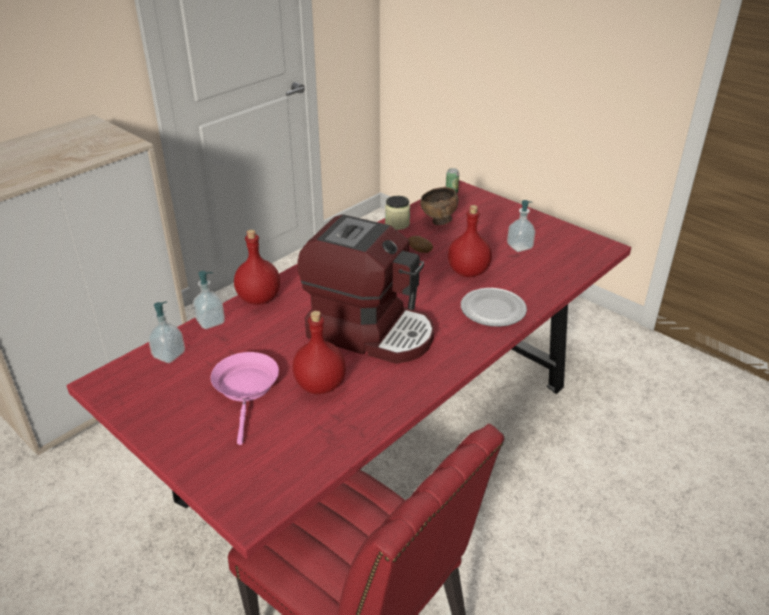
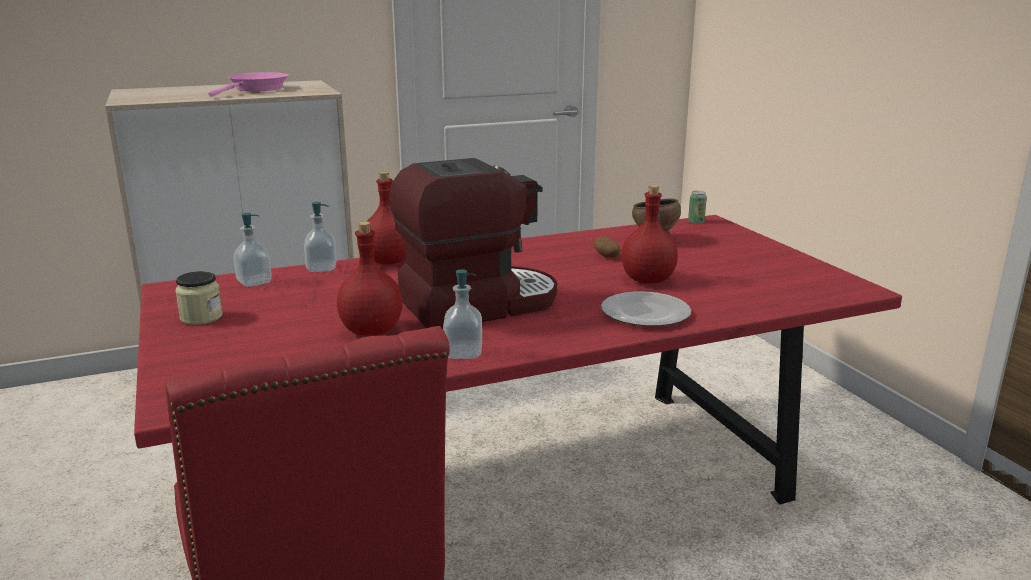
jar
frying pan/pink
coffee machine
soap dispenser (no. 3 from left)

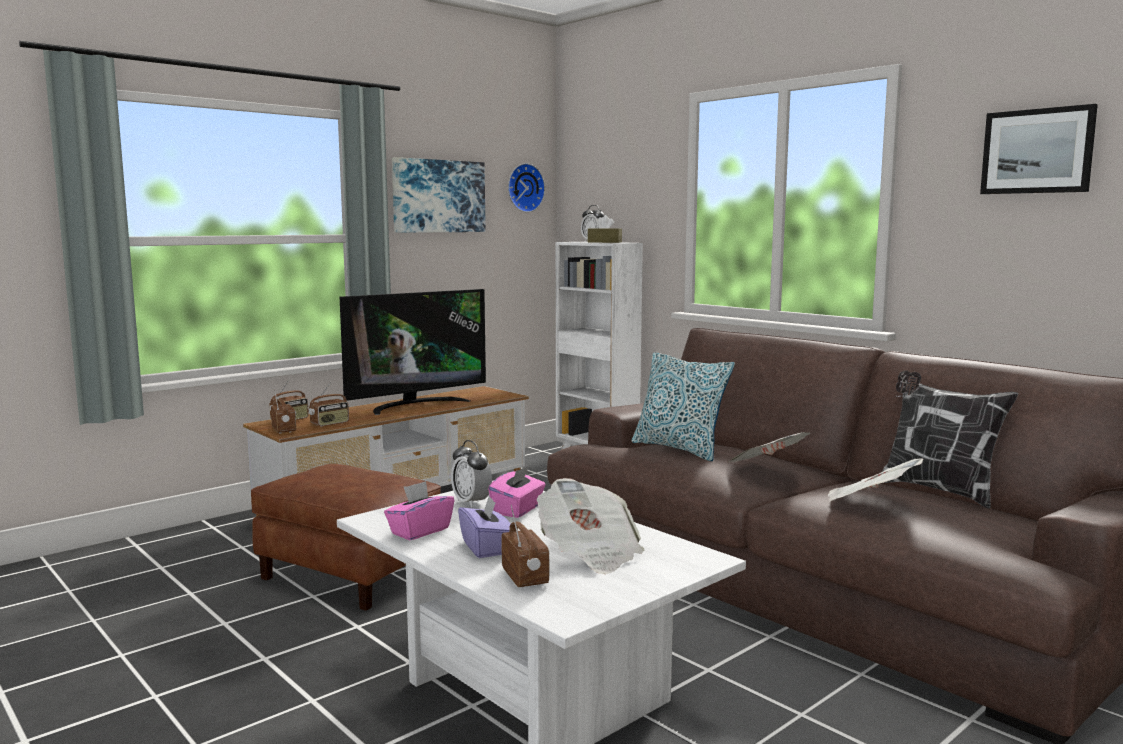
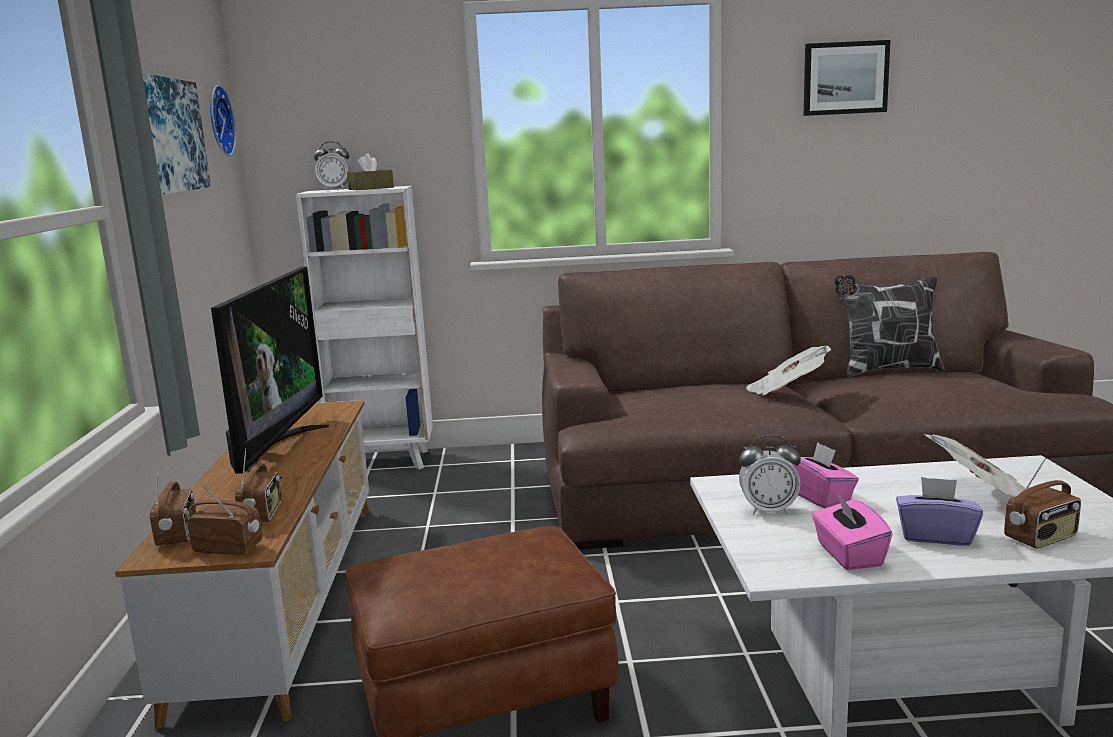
radio (no. 4 from left)
pillow (no. 1 from left in the first image)
newspaper (no. 3 from left in the first image)

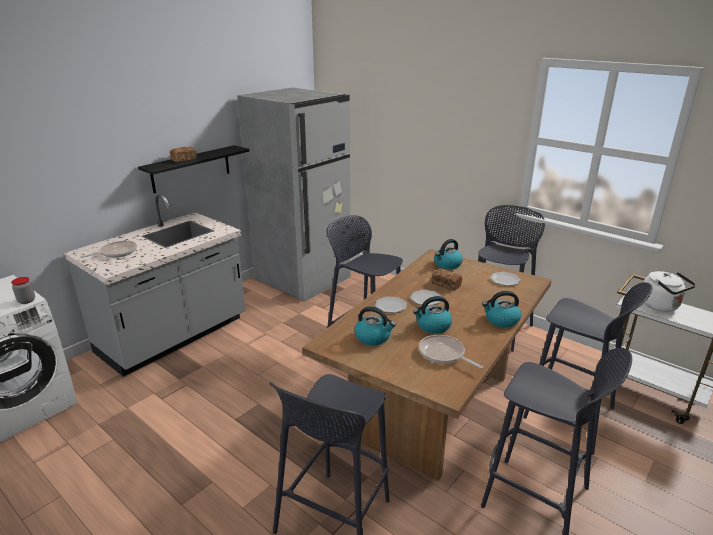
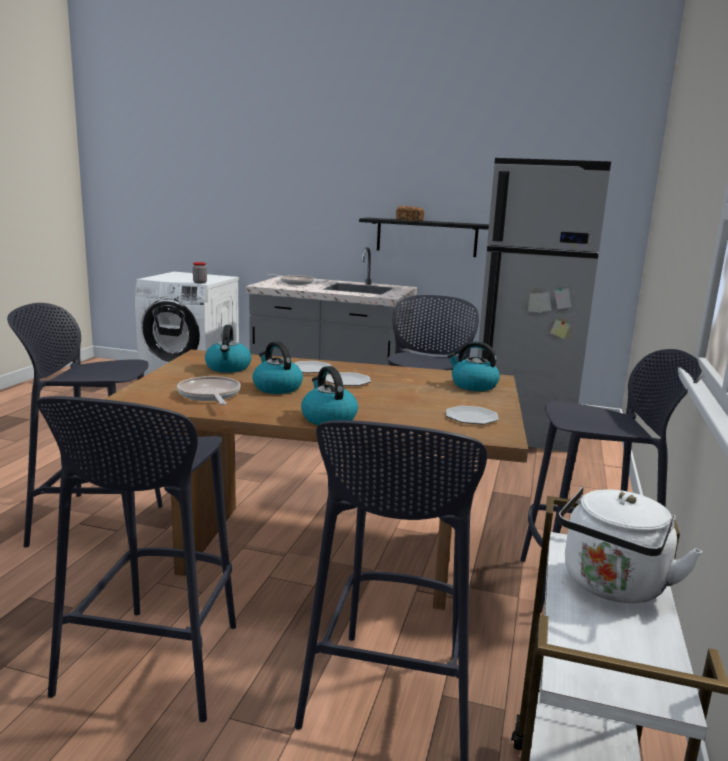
frying pan (no. 1 from left)
bread (no. 2 from left in the first image)

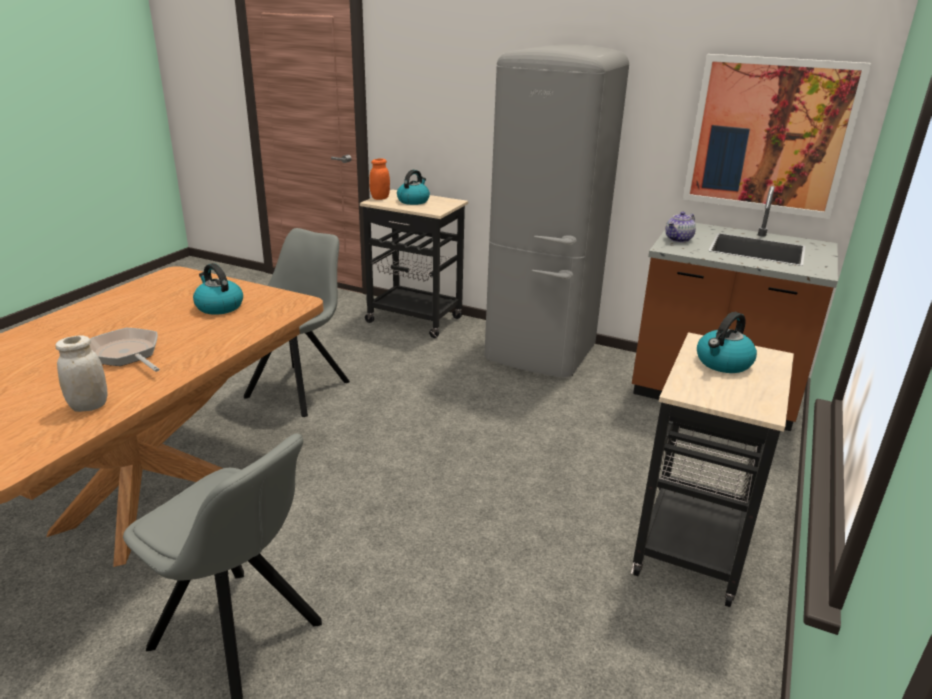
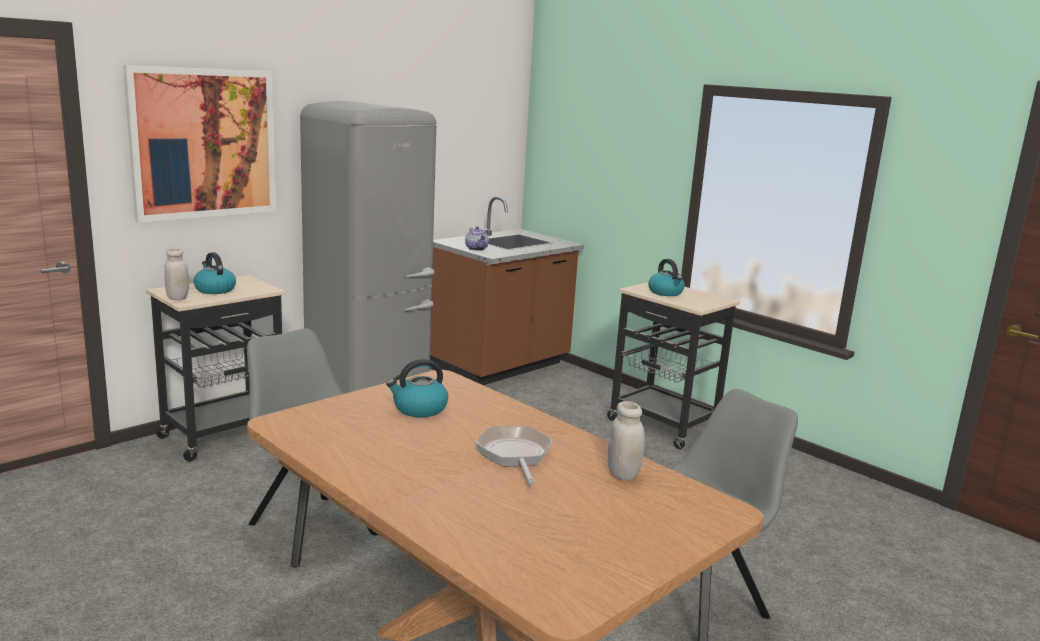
picture
jar/white (no. 1 from left)
frying pan

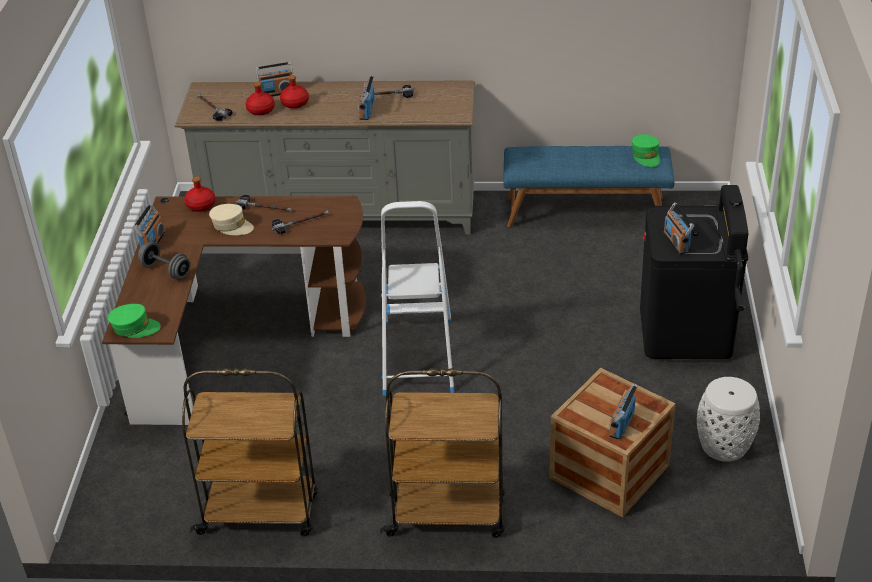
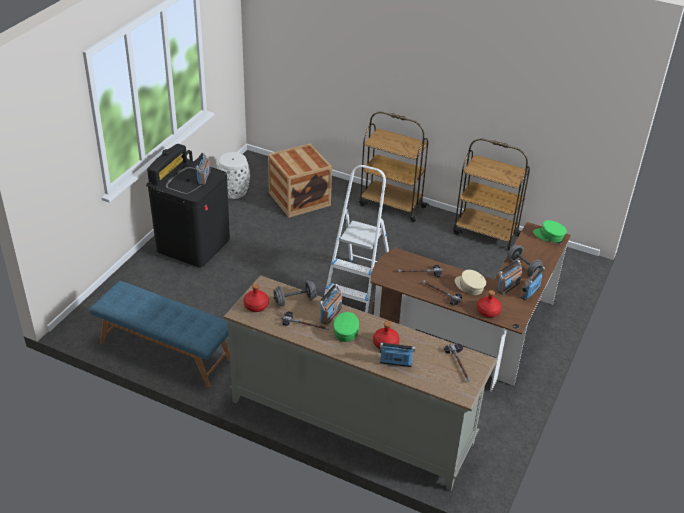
bottle/red (no. 1 from left)
dumbbell/grey (no. 1 from left)
cap/green (no. 1 from left)
radio (no. 4 from left)

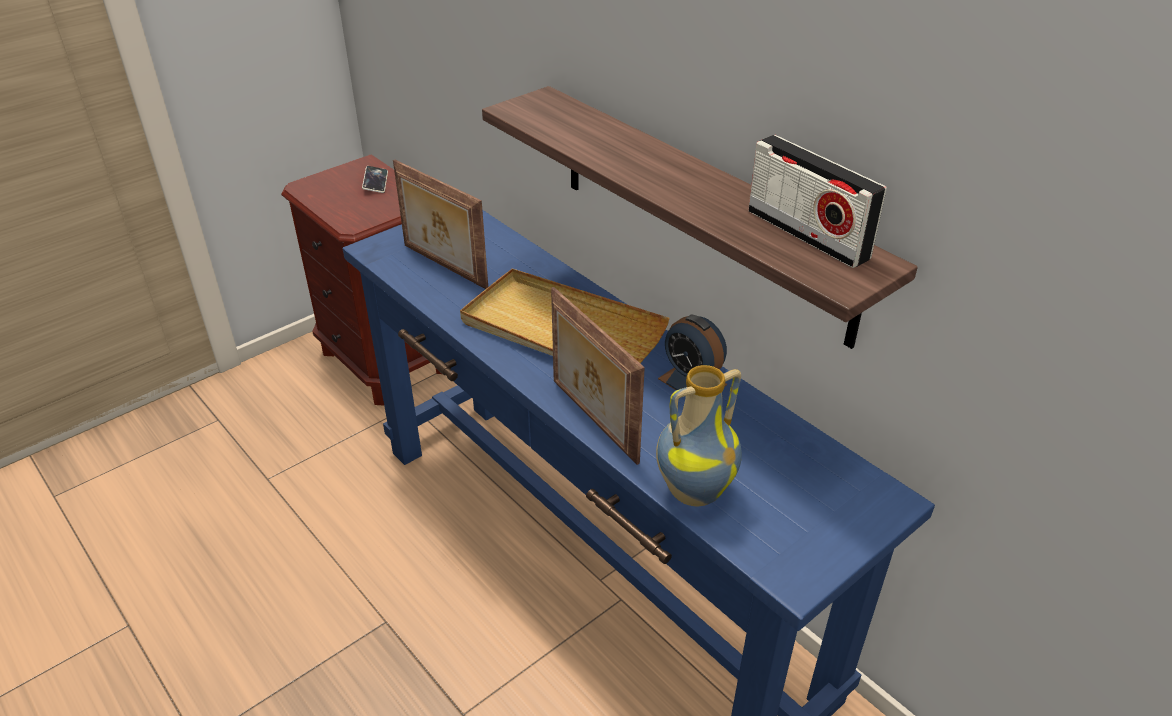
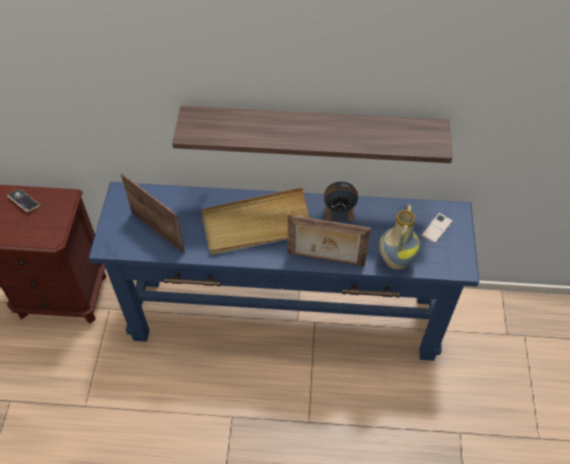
picture frame (no. 1 from left)
phone (no. 2 from left)
radio

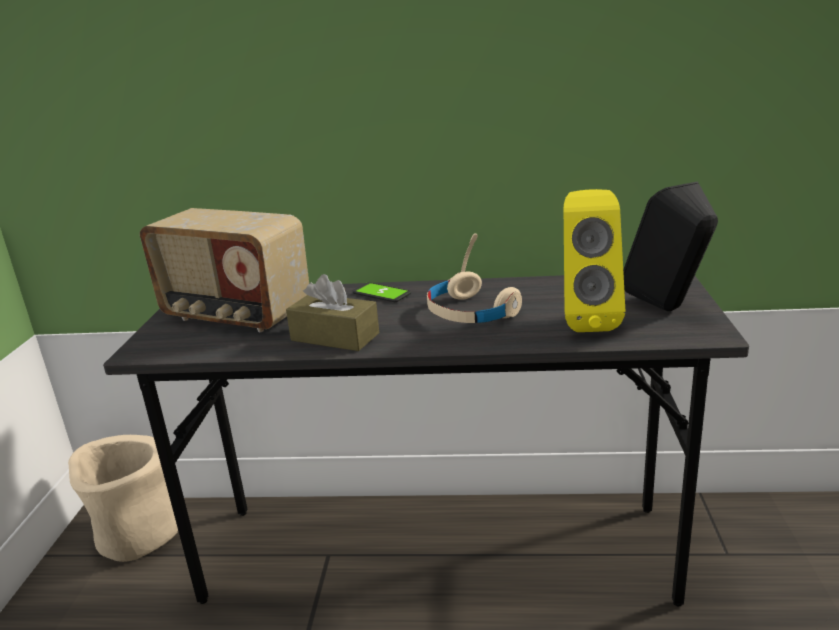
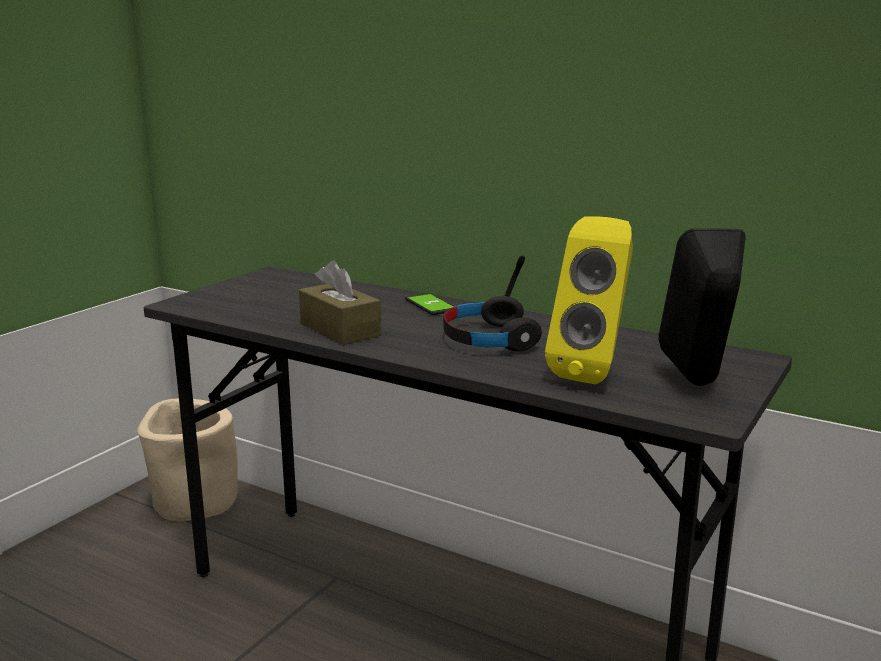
headphones/black
radio

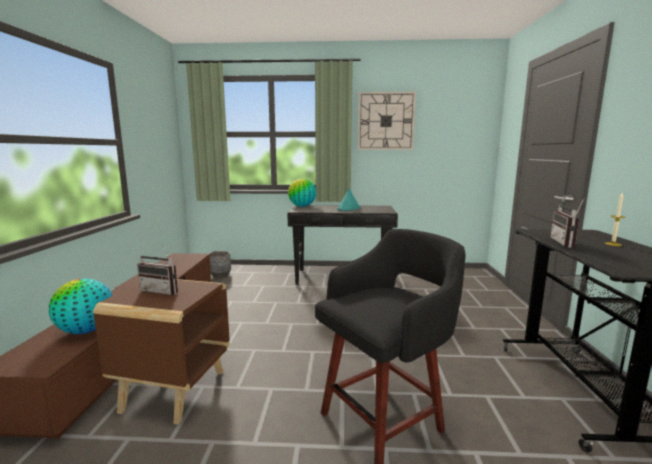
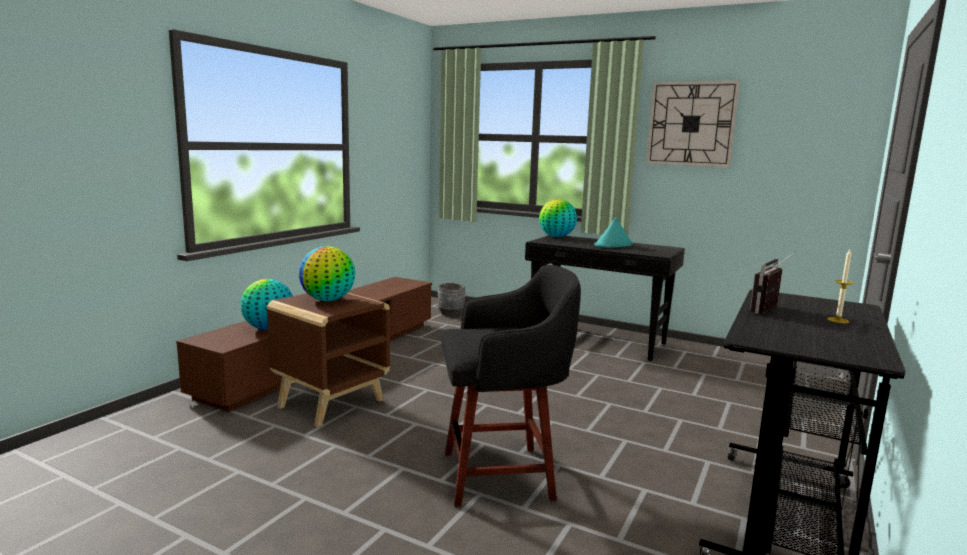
globe (no. 2 from left)

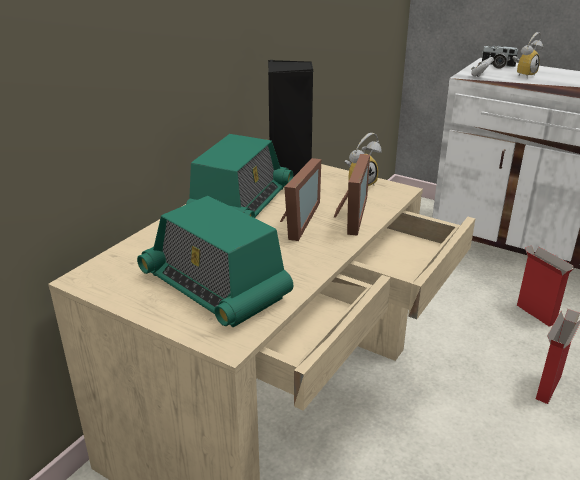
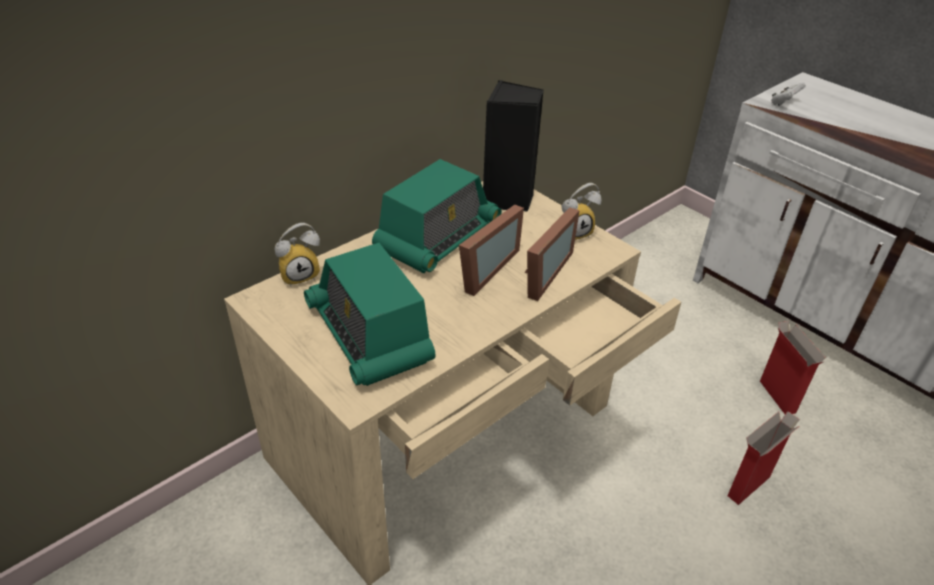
alarm clock (no. 1 from left)
photo camera

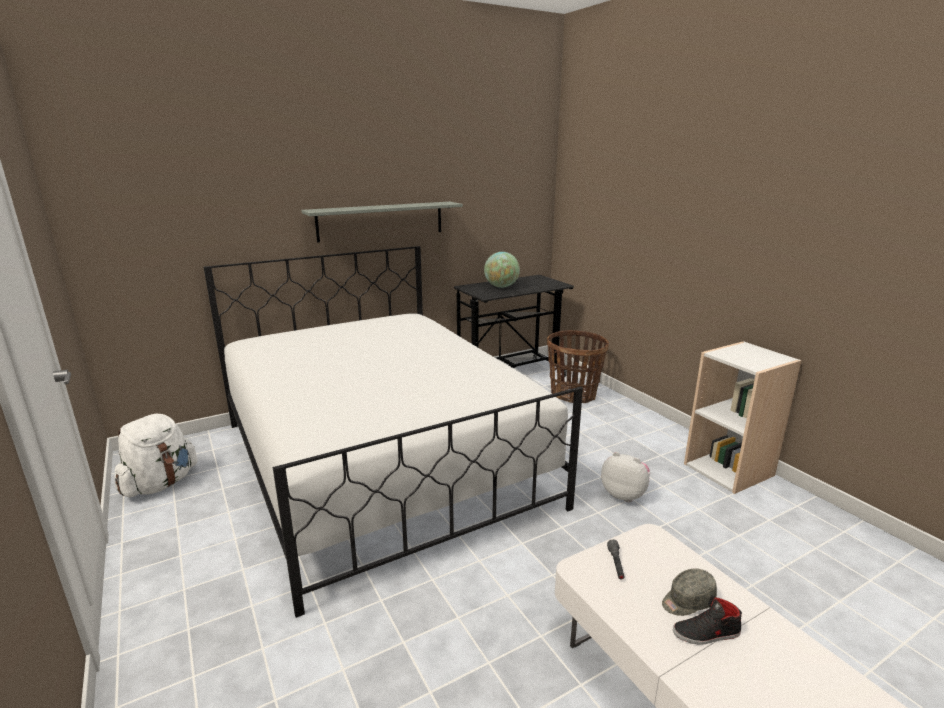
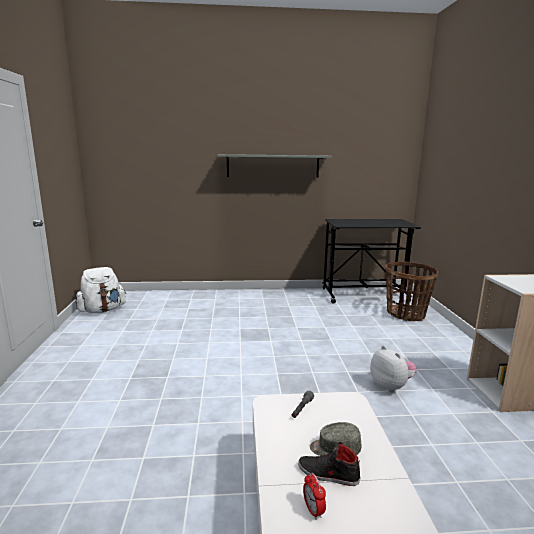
alarm clock
bed/white
globe

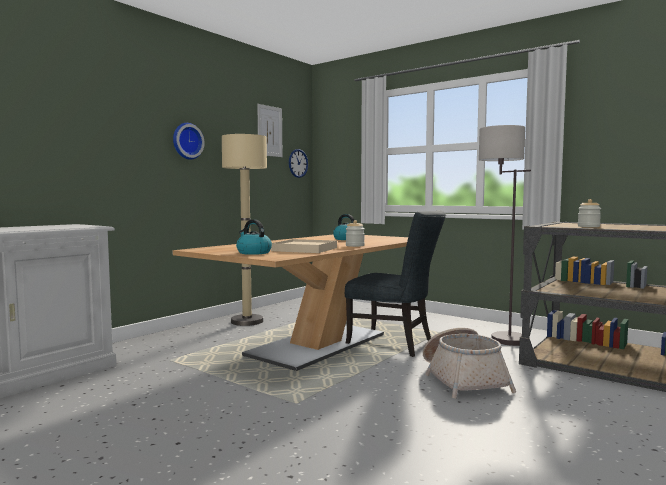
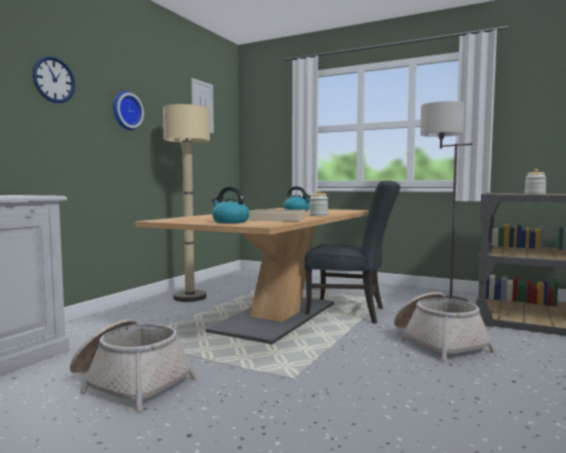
wall clock (no. 1 from left)
basket (no. 1 from left)

